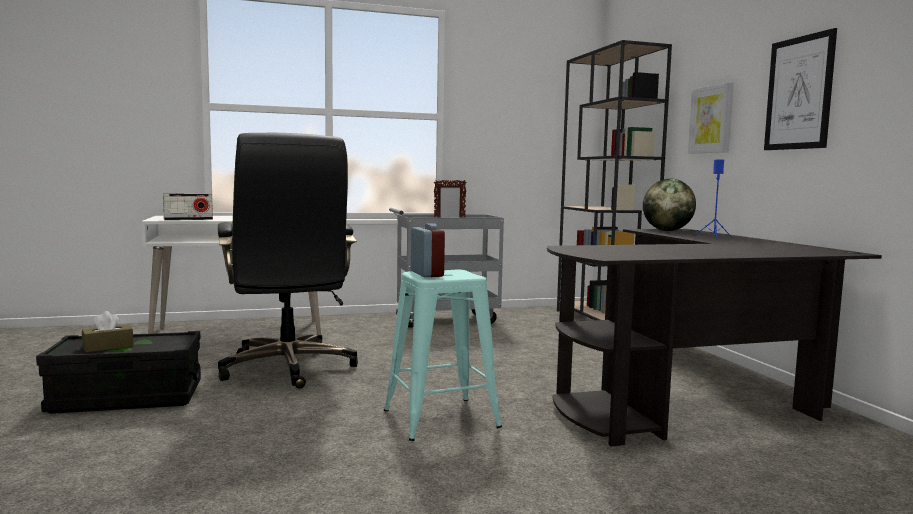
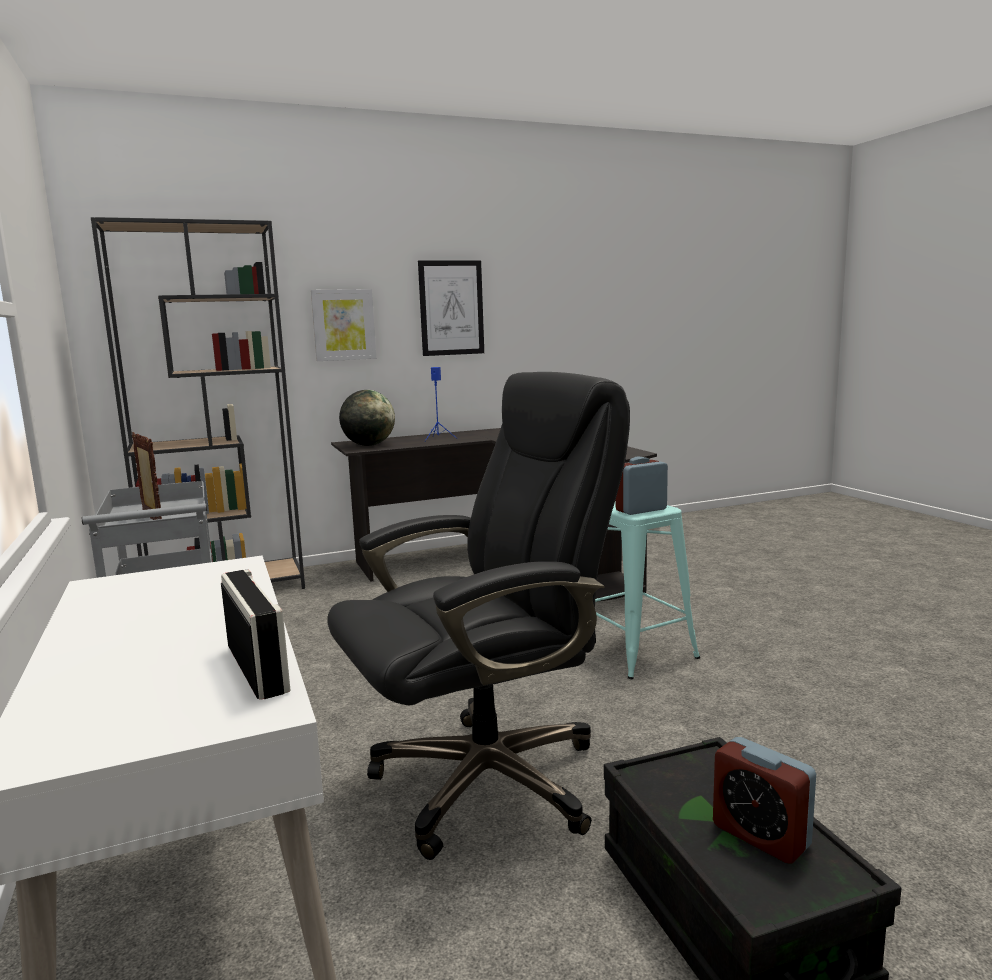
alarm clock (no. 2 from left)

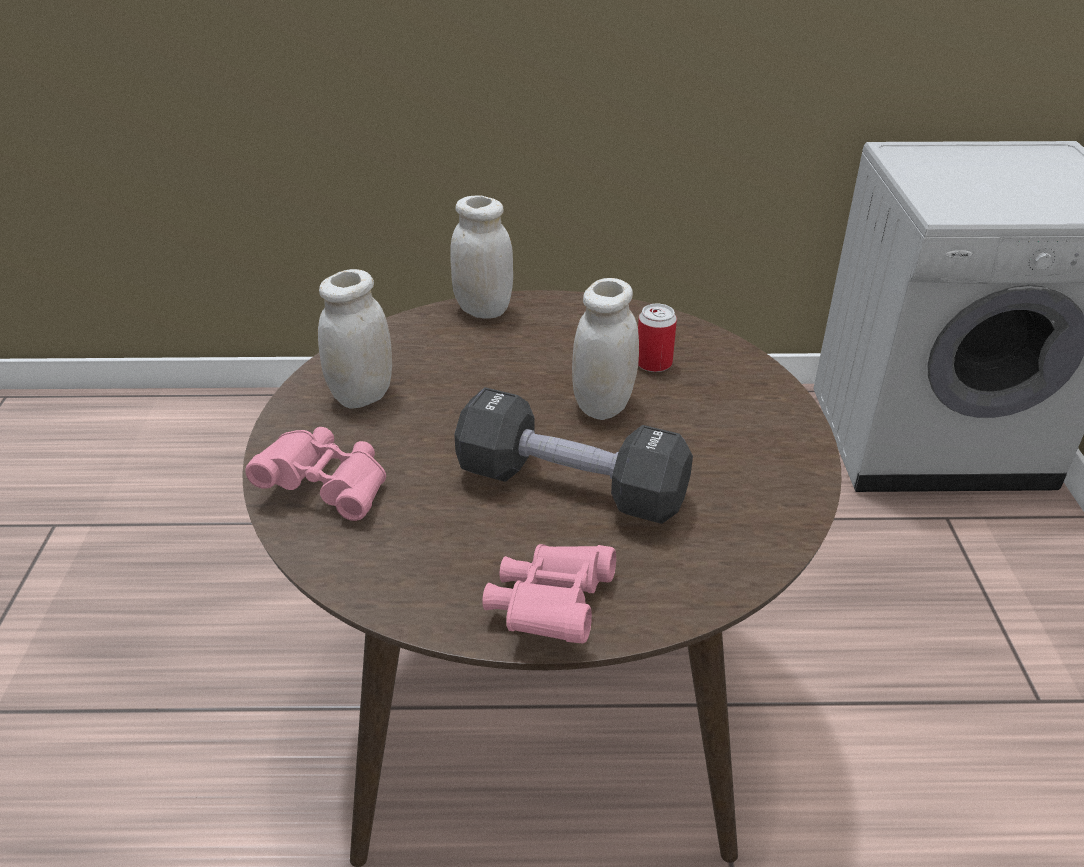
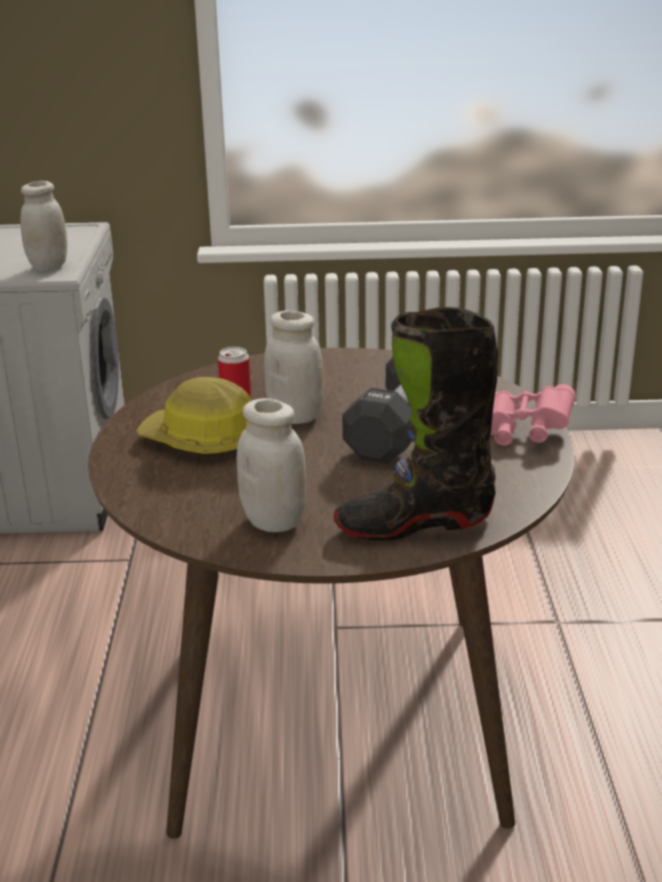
jar/white (no. 1 from left)
hard hat
boot/black

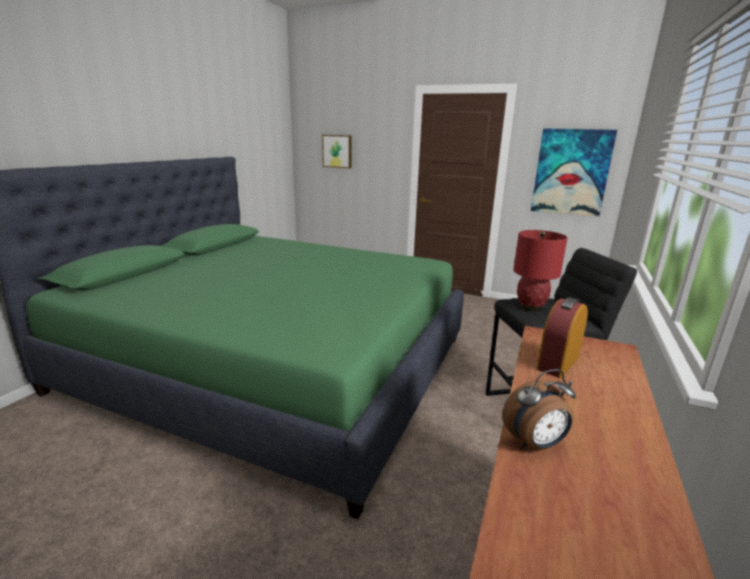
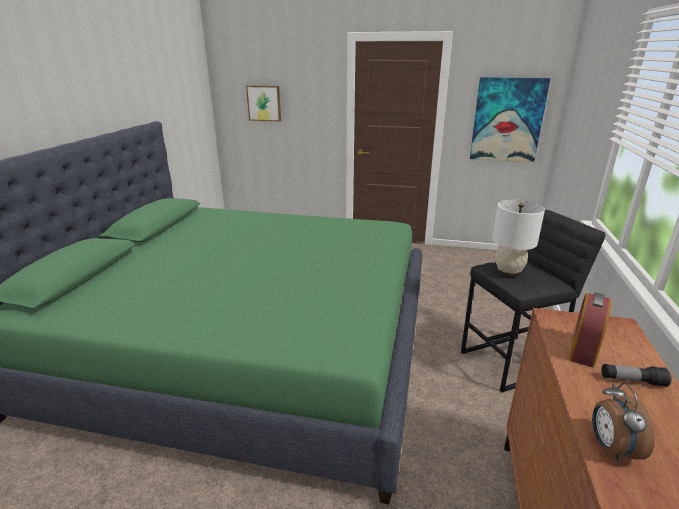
table lamp/white
alarm clock (no. 2 from left)
flashlight

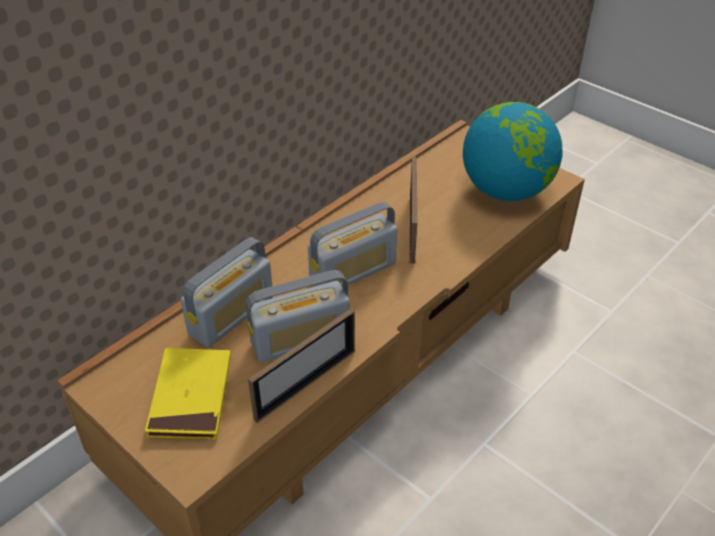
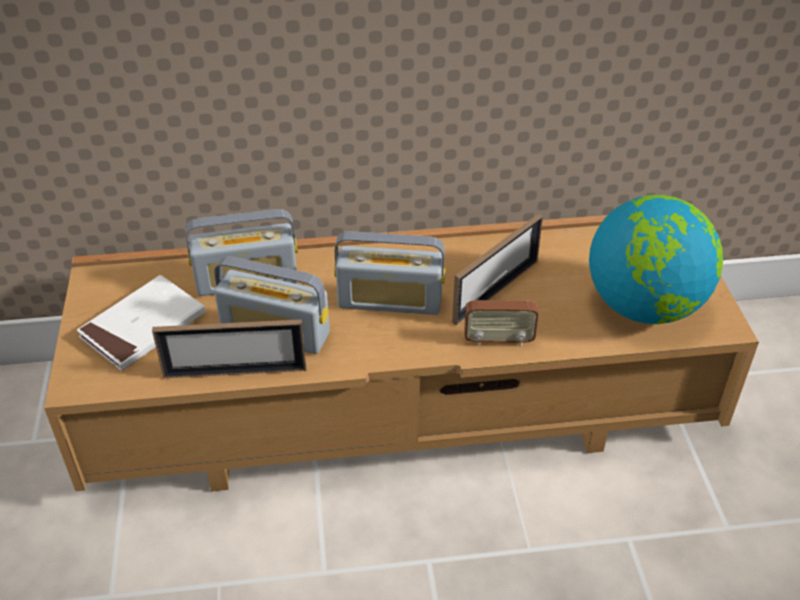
book/white
radio (no. 4 from left)

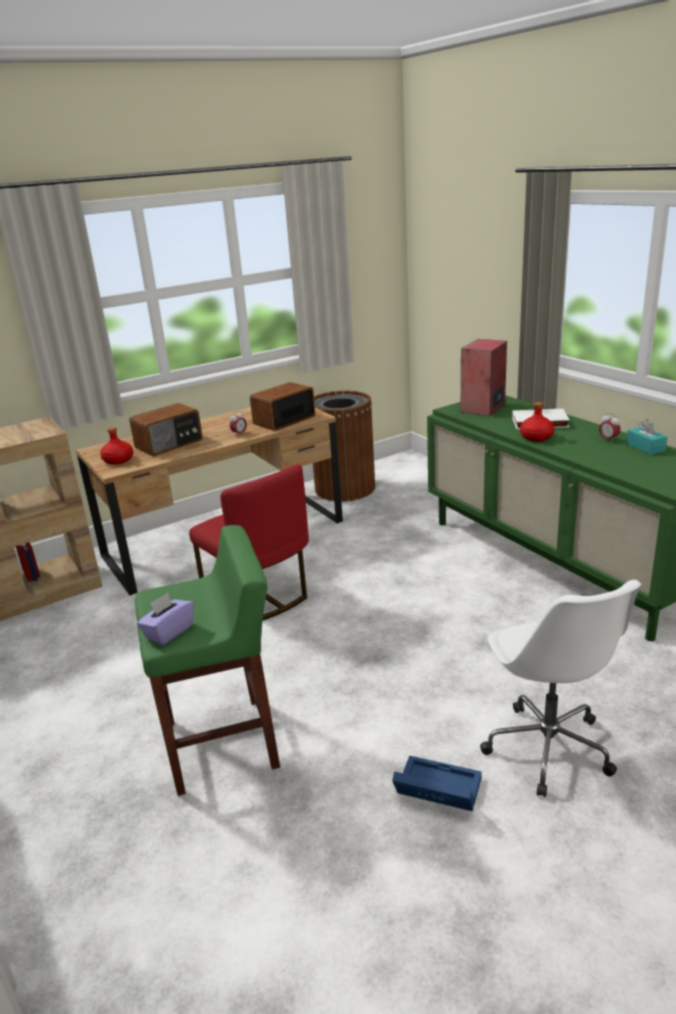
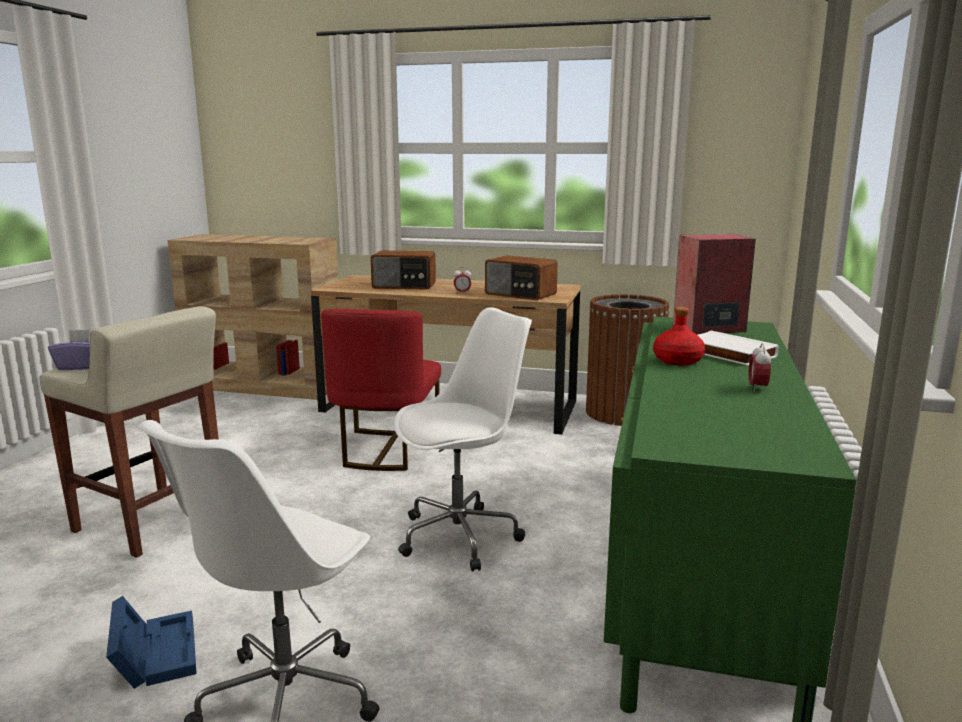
stool/beige
office chair/white (no. 2 from left)
radio (no. 2 from left)
bottle/red (no. 1 from left in the first image)
tissue box/turquoise

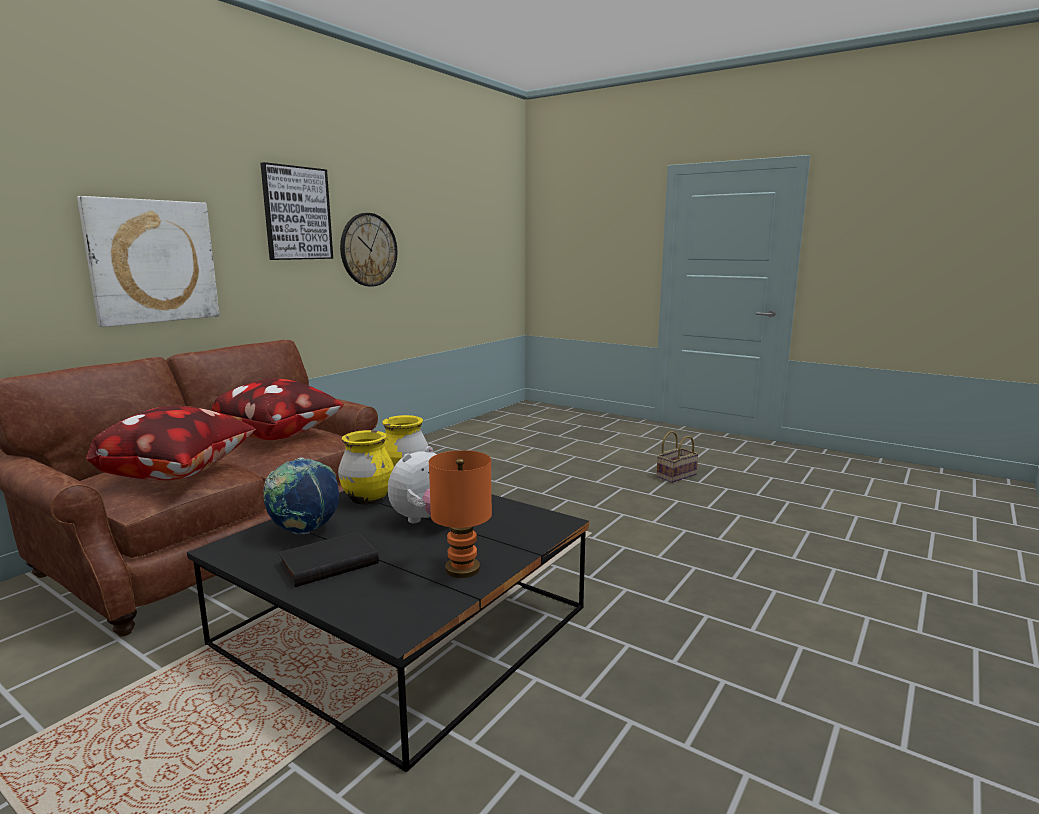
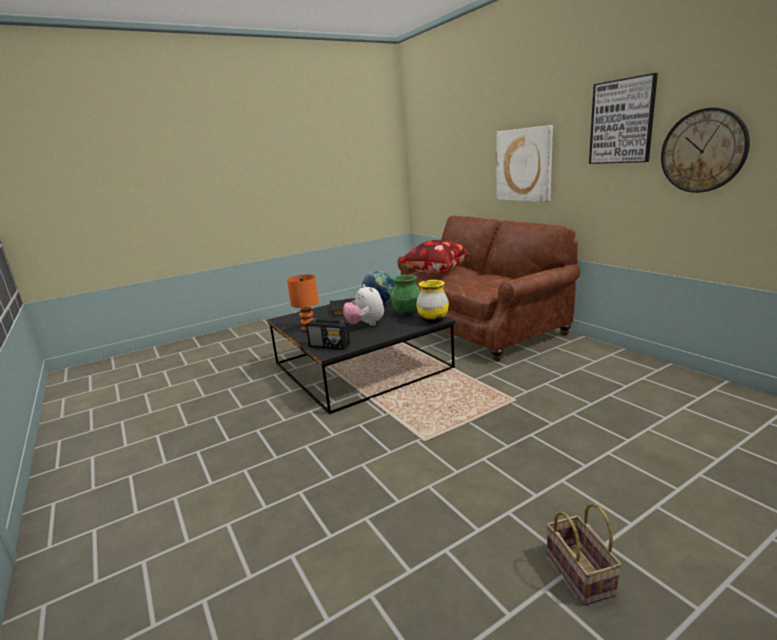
radio
vase/green
pillow (no. 2 from left in the first image)

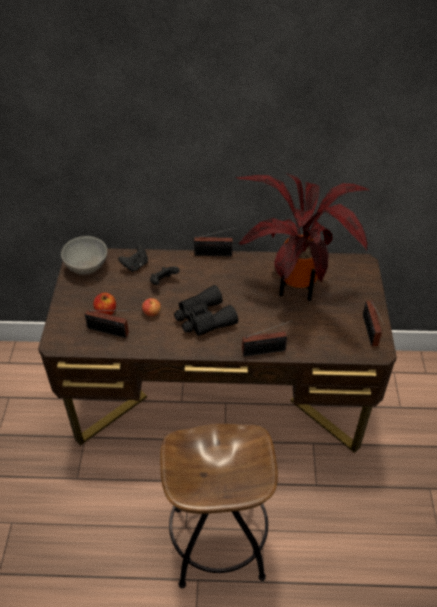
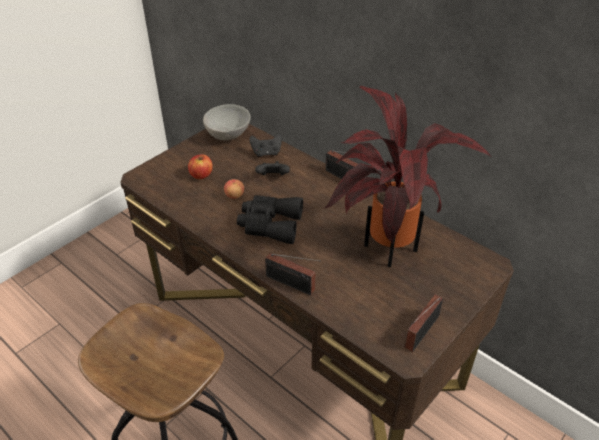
radio (no. 1 from left in the first image)

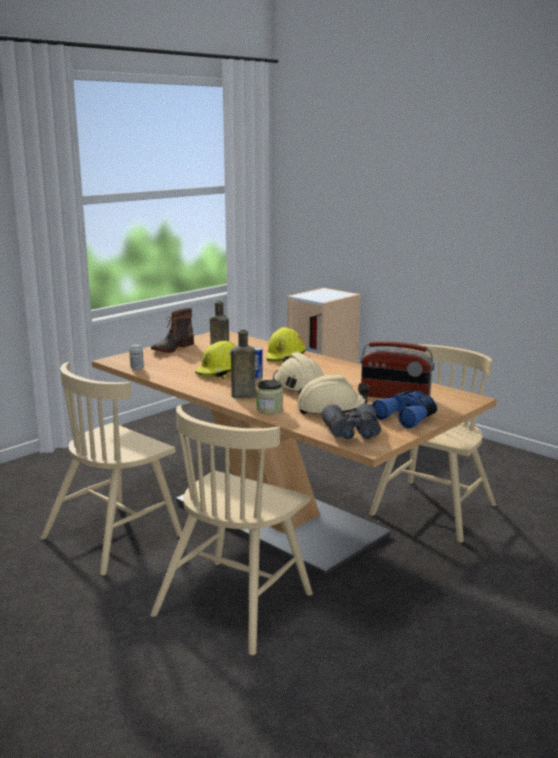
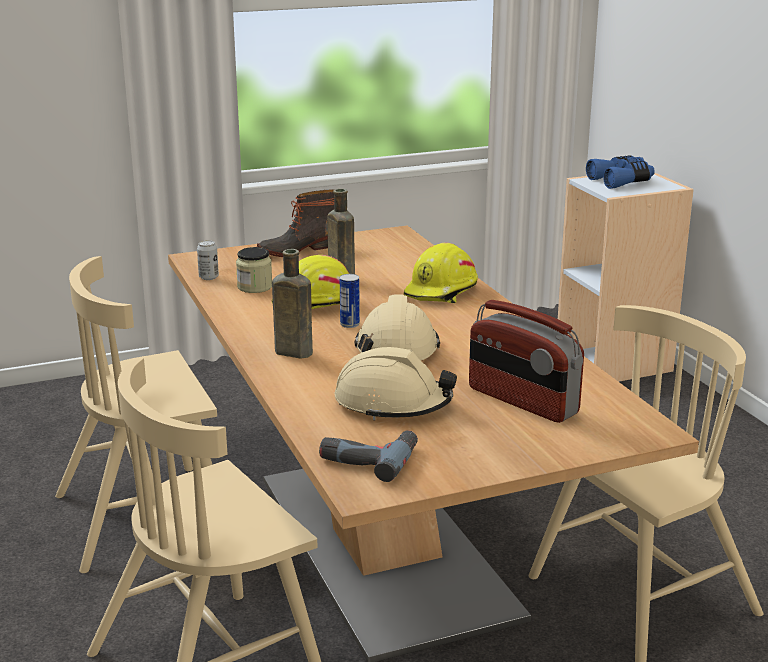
jar
power drill
binoculars/blue

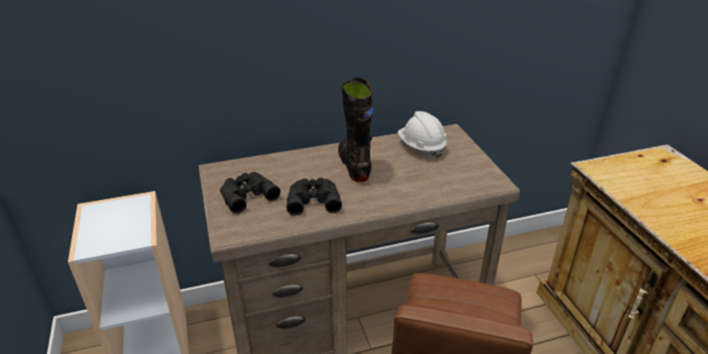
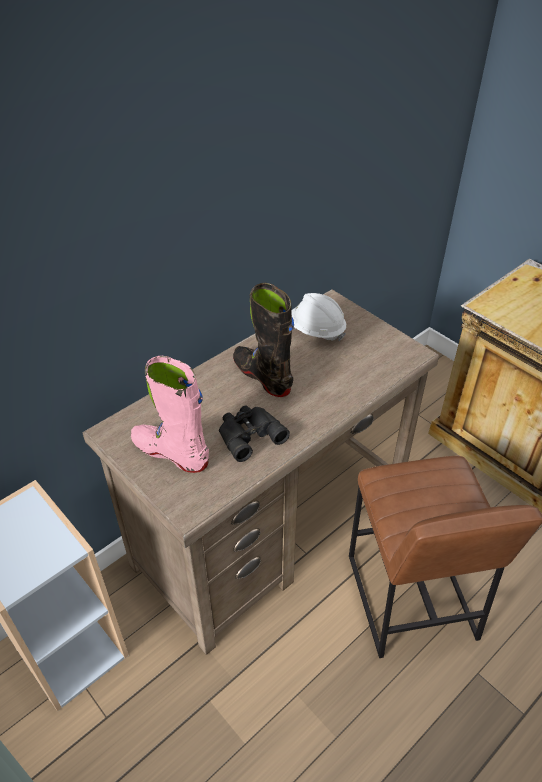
boot/pink

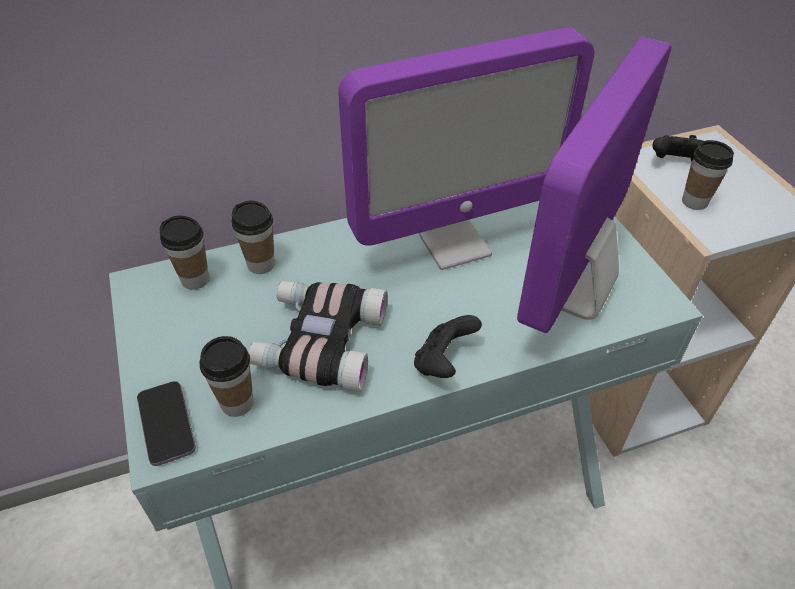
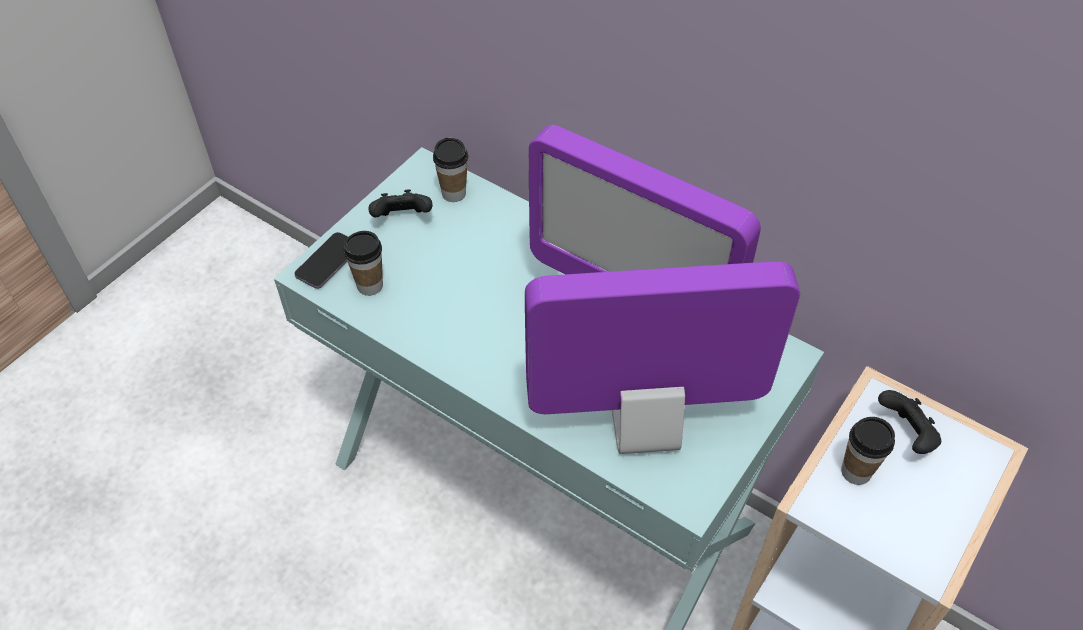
game controller/black (no. 1 from left)
cup (no. 3 from left in the first image)
binoculars

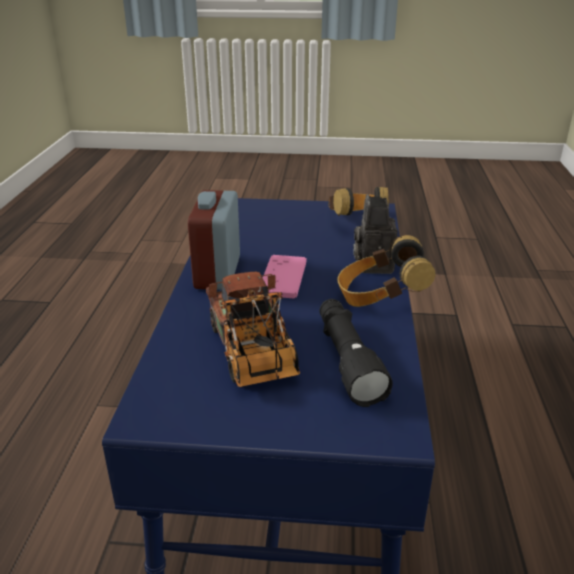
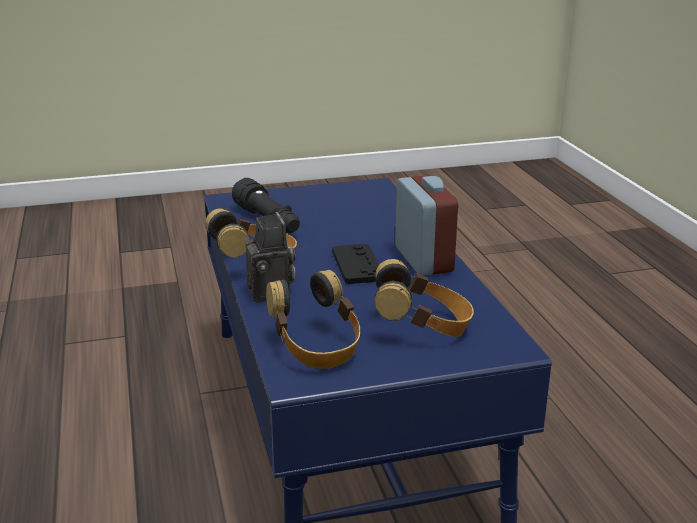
game controller/black
headphones (no. 3 from left)
toy truck

